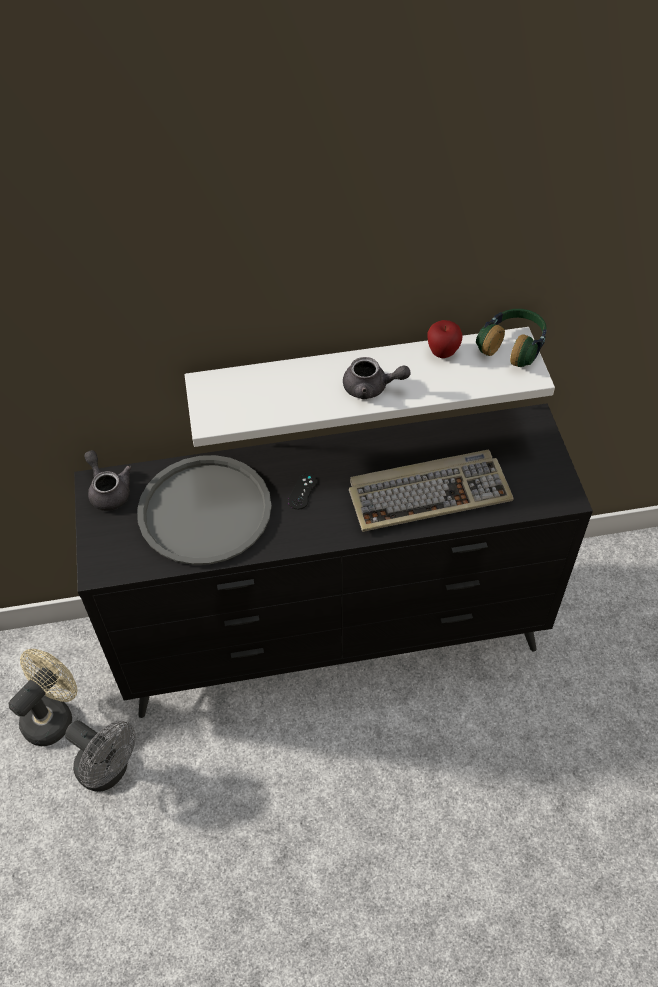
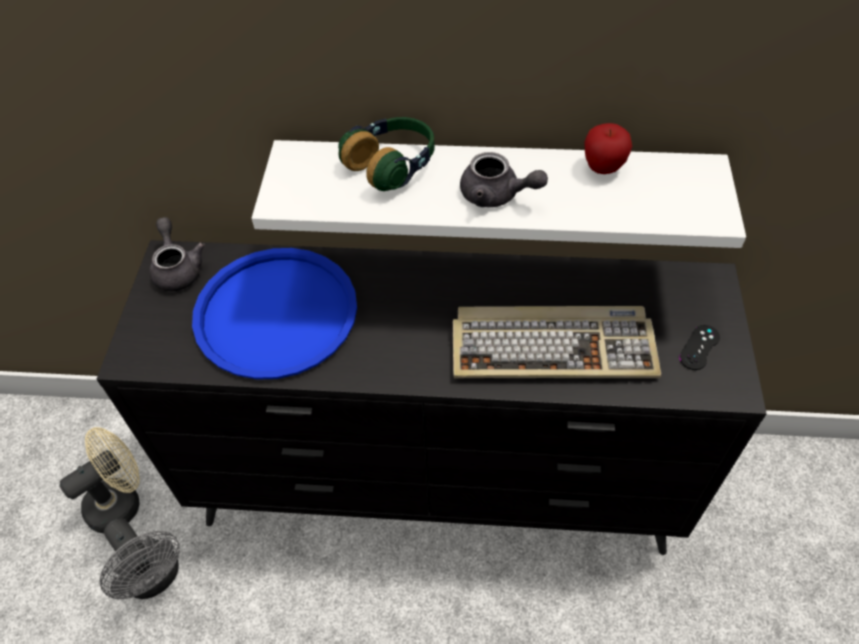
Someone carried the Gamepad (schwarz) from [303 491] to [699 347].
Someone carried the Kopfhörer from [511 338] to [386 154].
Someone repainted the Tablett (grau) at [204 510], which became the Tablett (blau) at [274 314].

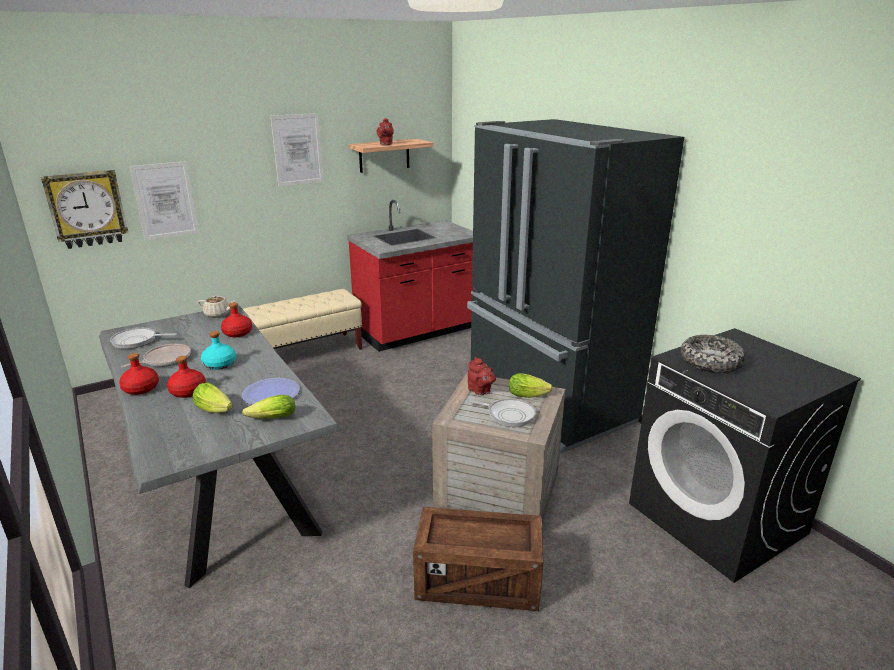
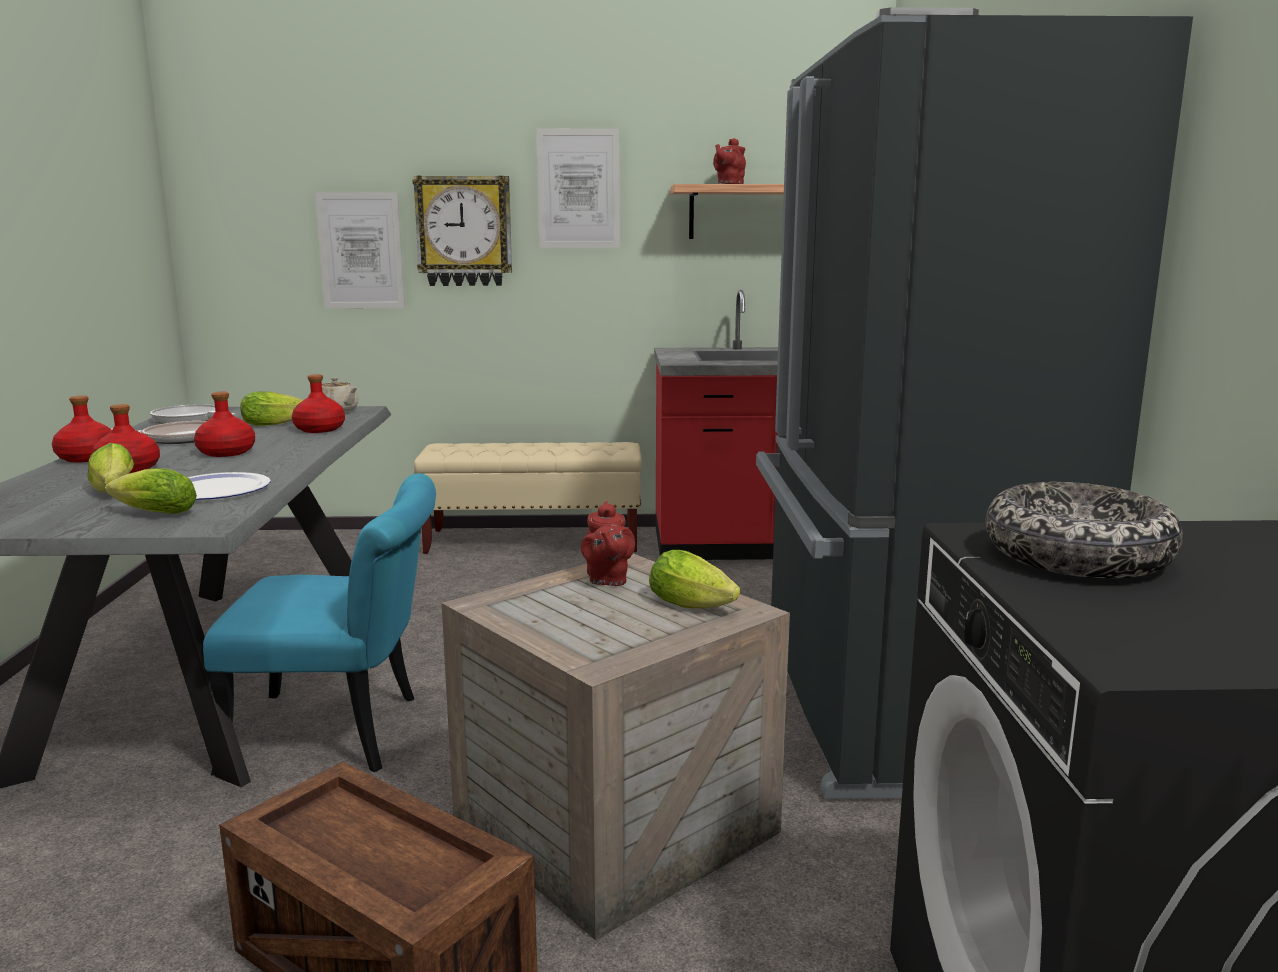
Someone took away the Pfanne at [501 412].
Someone put down the Stuhl (türkis) at [319 624].
Someone put down the Salatkopf at [271 408].
Someone carried the Wanduhr from [84 209] to [462 231].
Someone repainted the Flasche (türkis) at [218 350], which became the Flasche (rot) at [224 424].

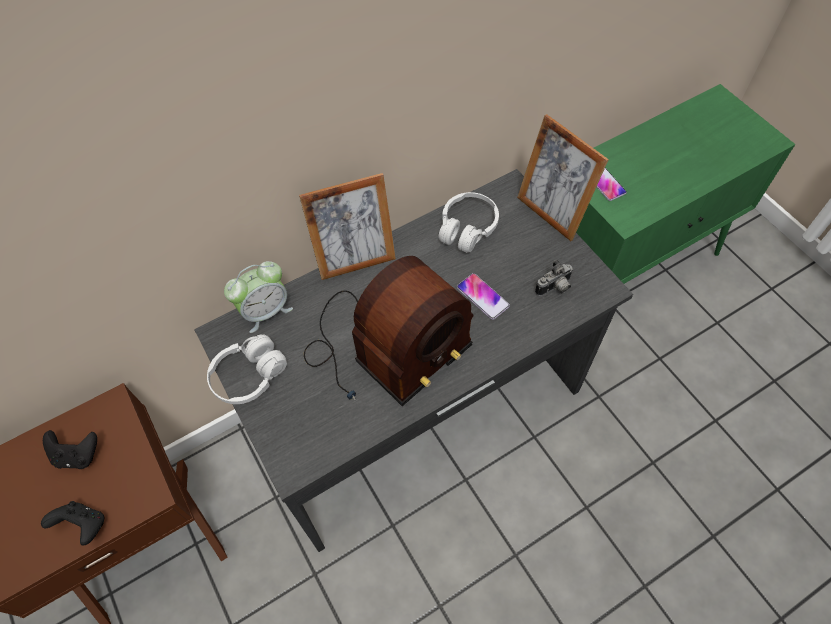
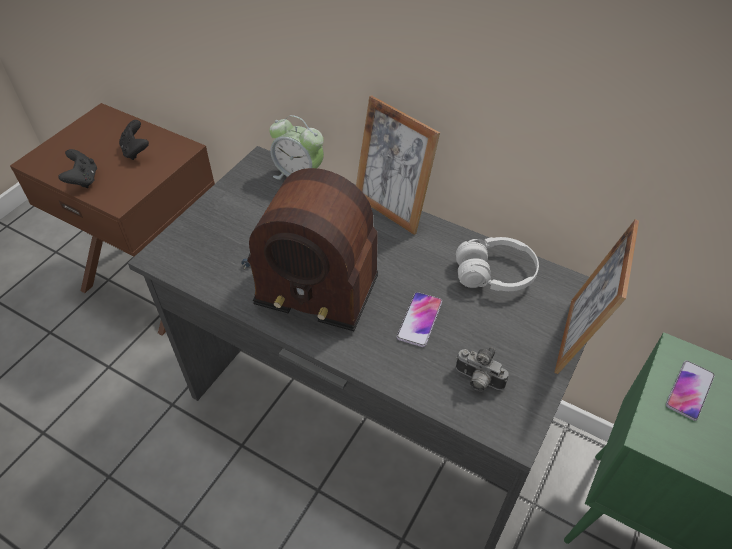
Someone took away the Kopfhörer (weiß) at [247 369].

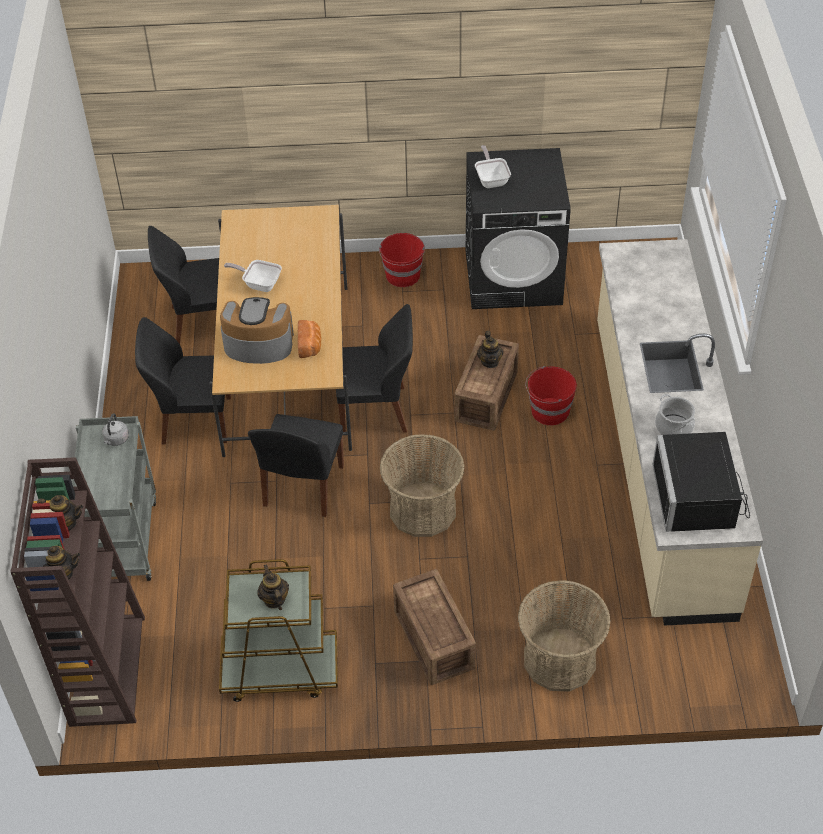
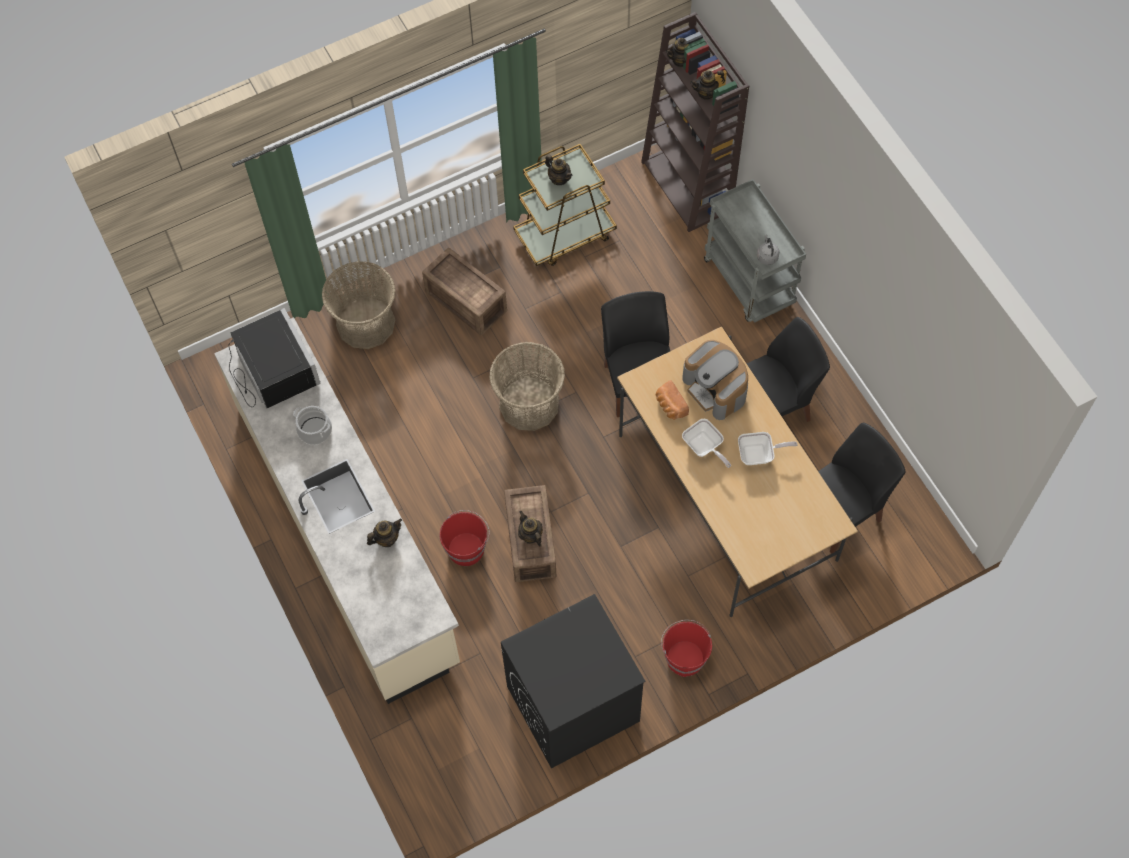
Someone took away the Stuhl (schwarz) at [374 368].
Someone put down the Teekanne at [384 532].
Someone carried the Pfanne from [493 166] to [706 443].
Someone rotated the Kaffeemaschine at [257 330] by 75 degrees clockwise.

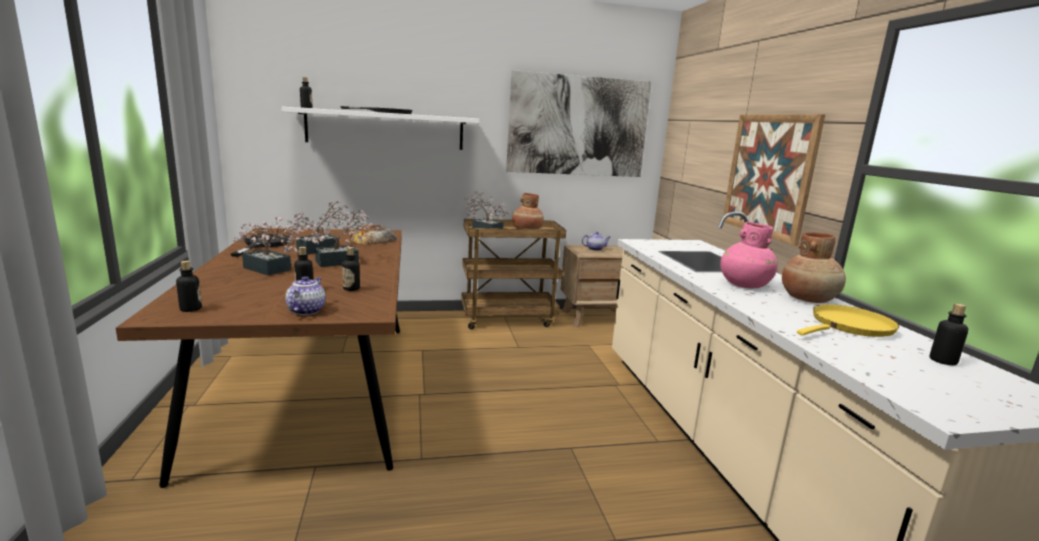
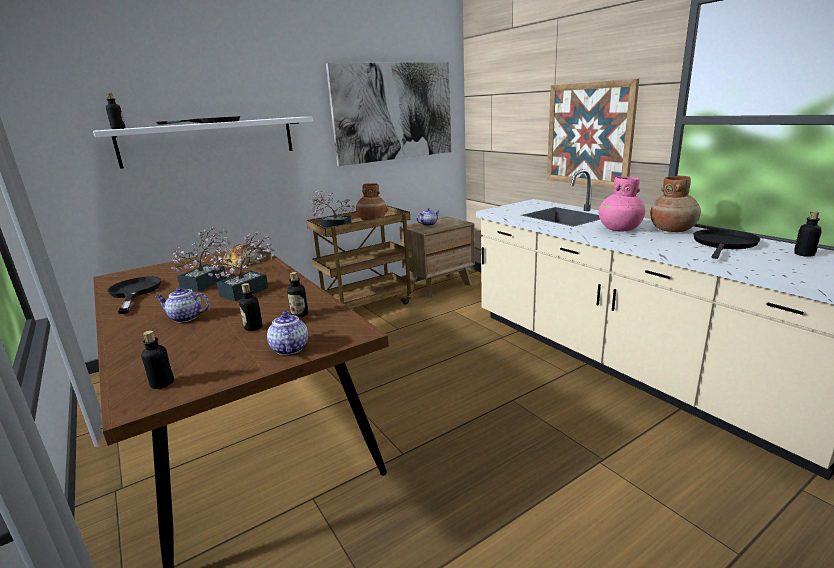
Someone swapped the Topfpflanze at [267 245] for the Teekanne at [182 304].
Someone repainted the Pfanne (gelb) at [848 320], which became the Pfanne (schwarz) at [726 244].

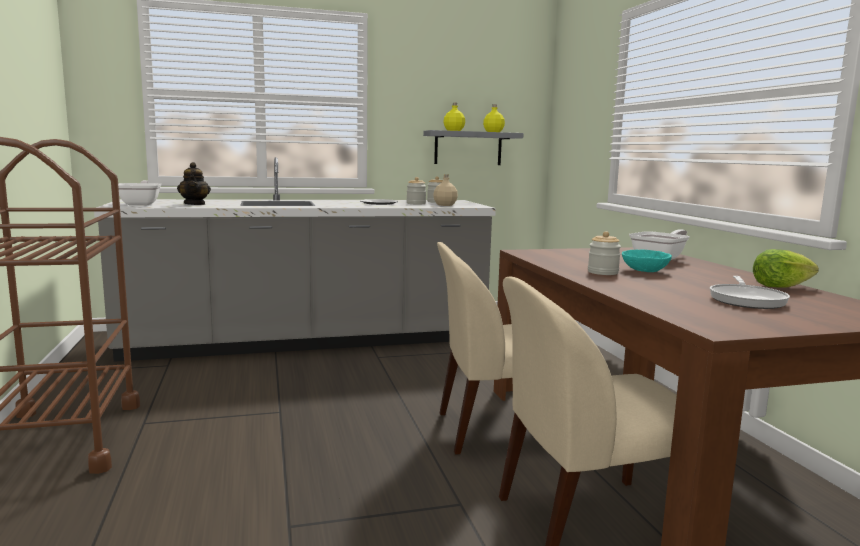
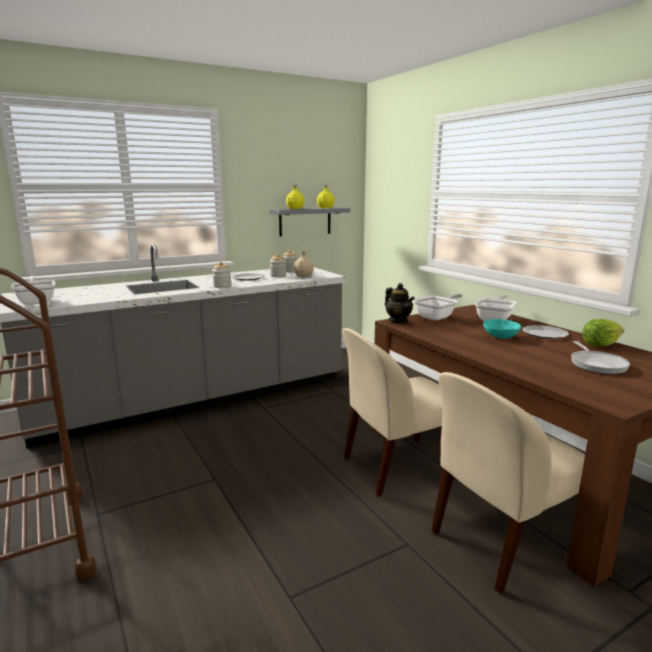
Someone put down the Pfanne at [437 306].
Someone put down the Teller at [545 332].
Someone carried the Teekanne from [194 183] to [400 303].
Someone carried the Vorratsglas from [604 253] to [221 275].

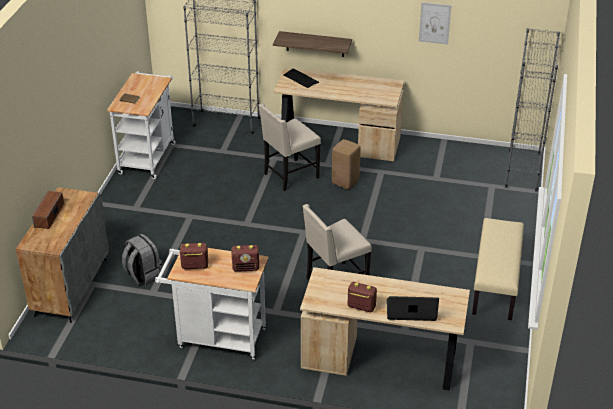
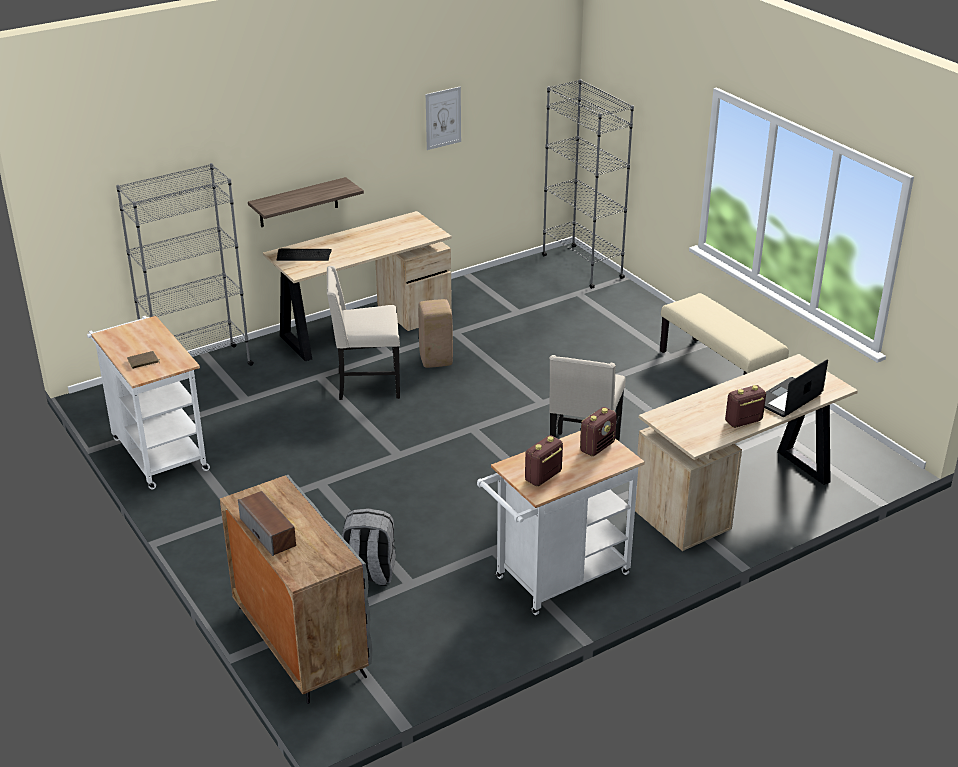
Someone rotated the Stuhl (beige) at [290 147] by 75 degrees clockwise.

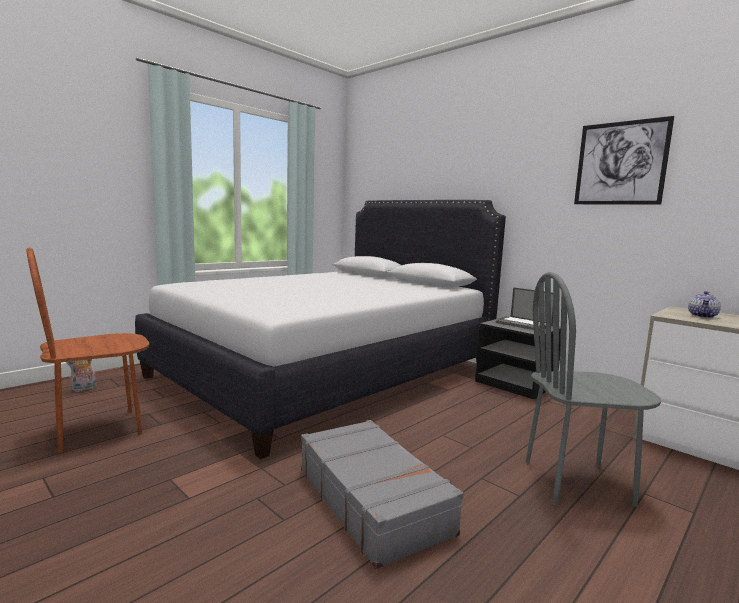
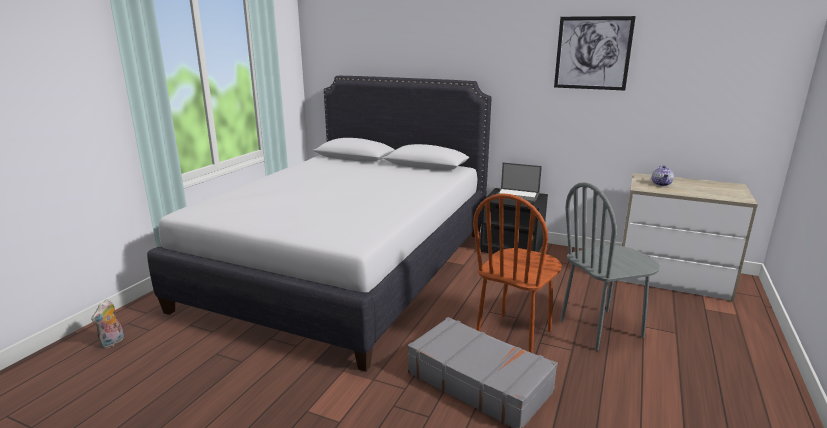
Someone carried the Stuhl (braun) from [87 350] to [517 273].

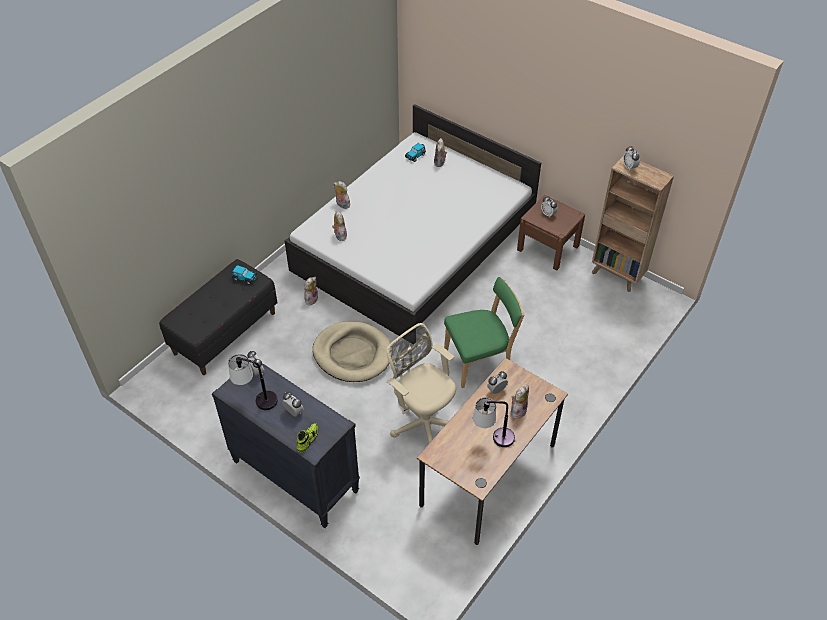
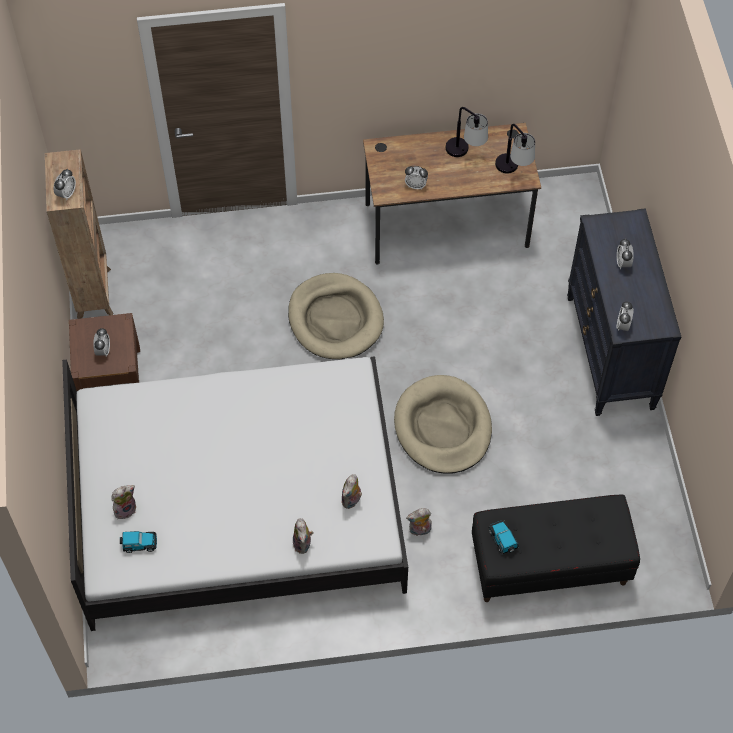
Someone took away the Schuh at [308 438].
Someone took away the Bürostuhl (beige) at [421 383].
Someone took away the Plüschtier at [520 402].
Someone carried the Tischlampe from [253 382] to [515 148].
Someone swapped the Stuhl (grün) at [484 332] for the Hundebett (beige) at [336 316].

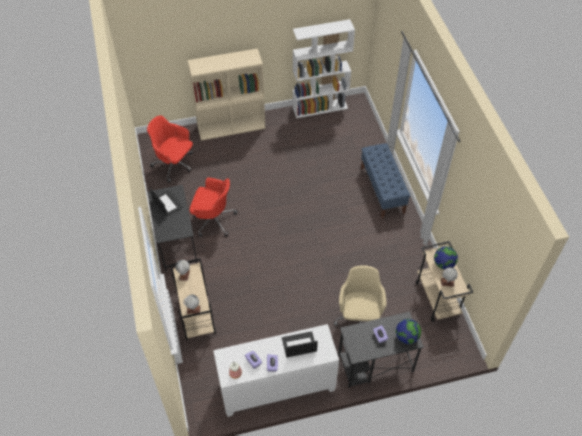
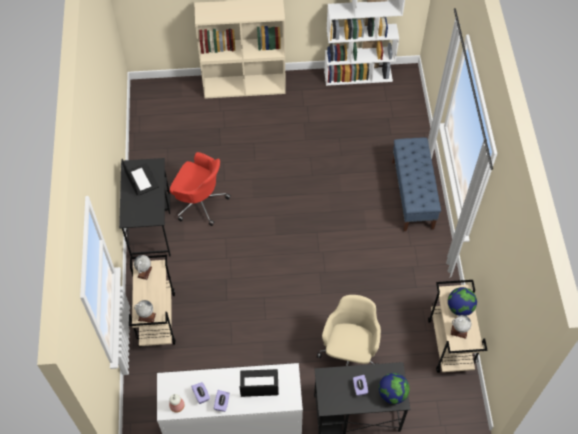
Someone took away the Bürostuhl (rot) at [170 149].

